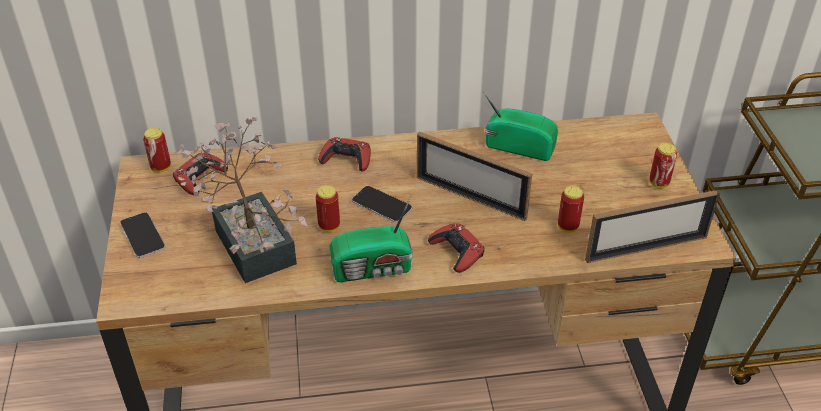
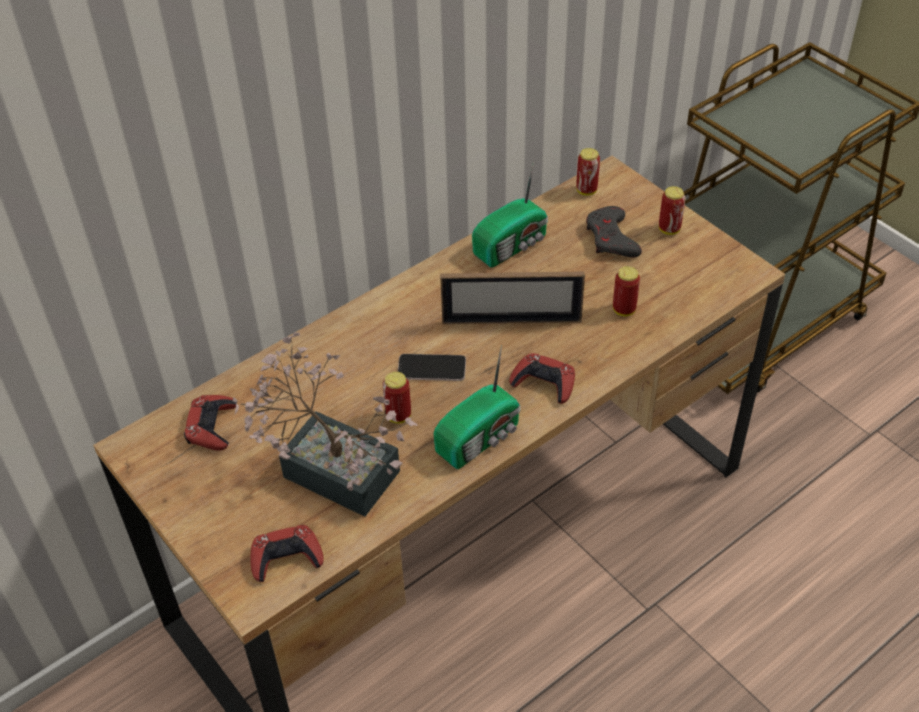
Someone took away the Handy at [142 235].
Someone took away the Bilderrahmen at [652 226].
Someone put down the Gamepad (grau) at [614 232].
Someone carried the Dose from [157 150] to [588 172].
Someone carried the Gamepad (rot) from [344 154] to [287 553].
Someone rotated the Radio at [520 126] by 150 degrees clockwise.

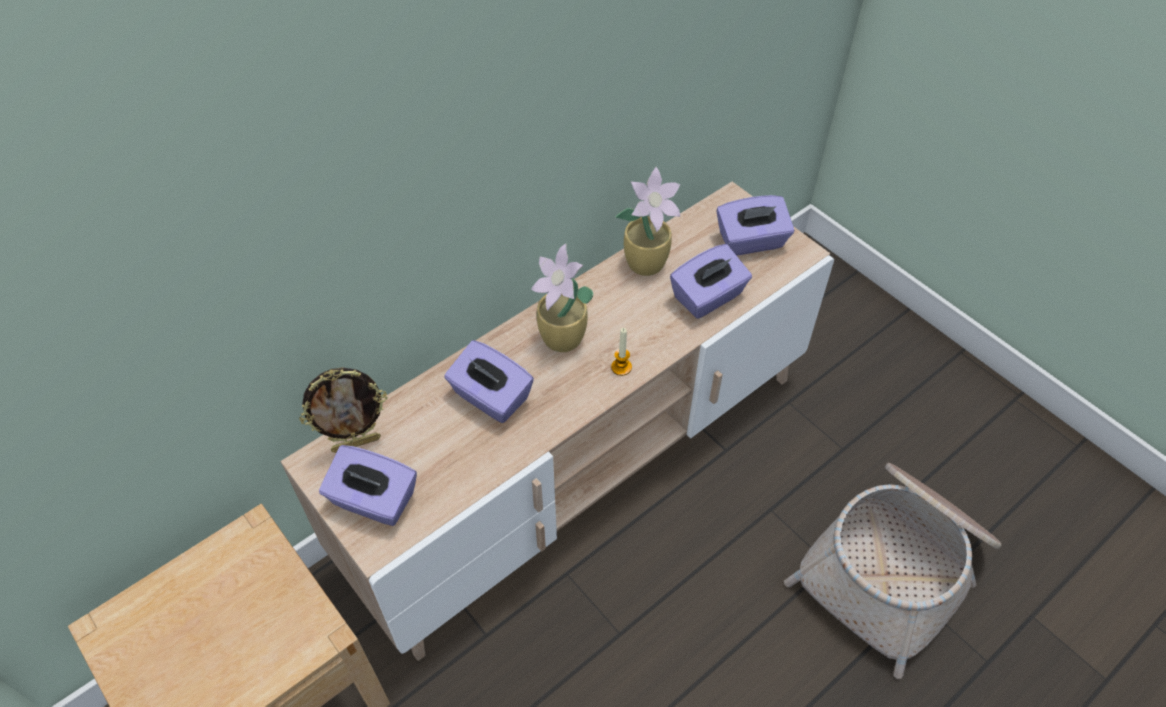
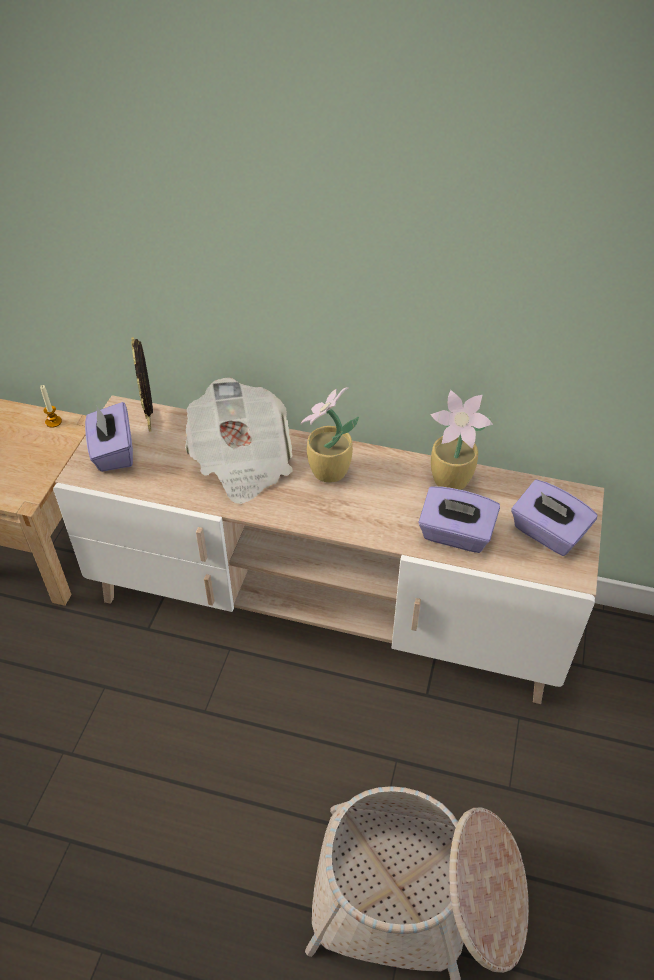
Someone carried the Kerze from [621 352] to [51 406].
Someone swapped the Taschentuchbox (lila) at [489 381] for the Zeitung at [239 441].
Someone rotated the Bilderrahmen at [343 410] by 45 degrees clockwise.

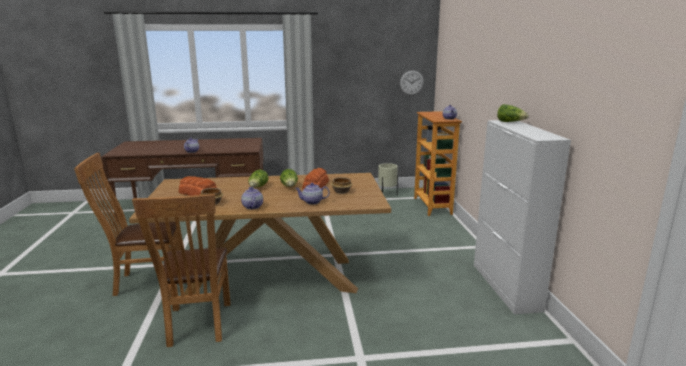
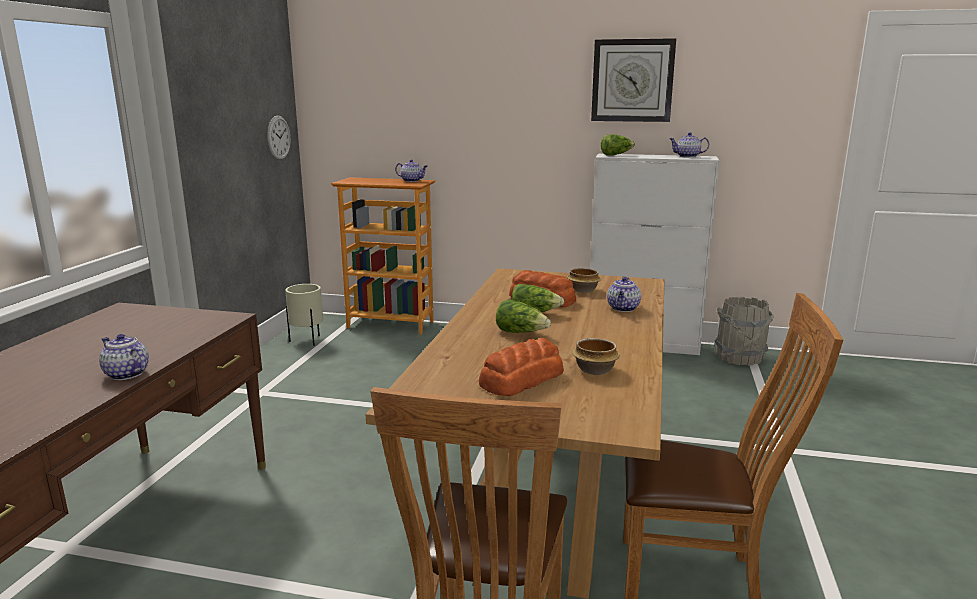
Someone put up the Wanduhr at [633 80].
Someone put down the Eimer (grau) at [743 331].
Someone carried the Teekanne from [252 198] to [689 145].

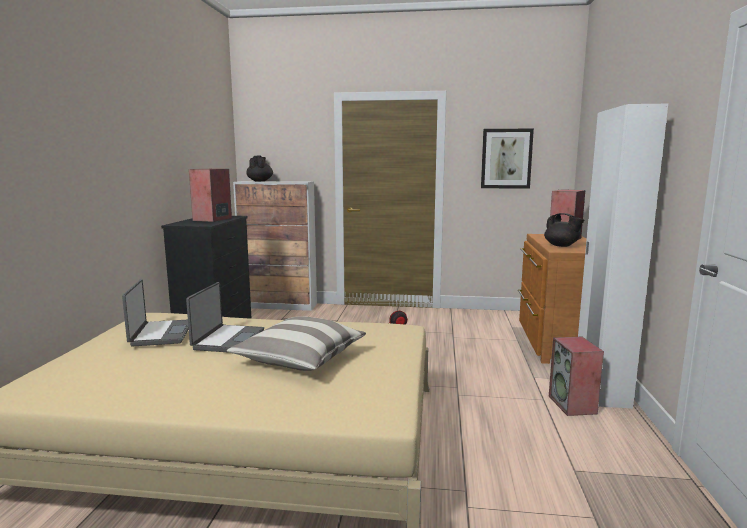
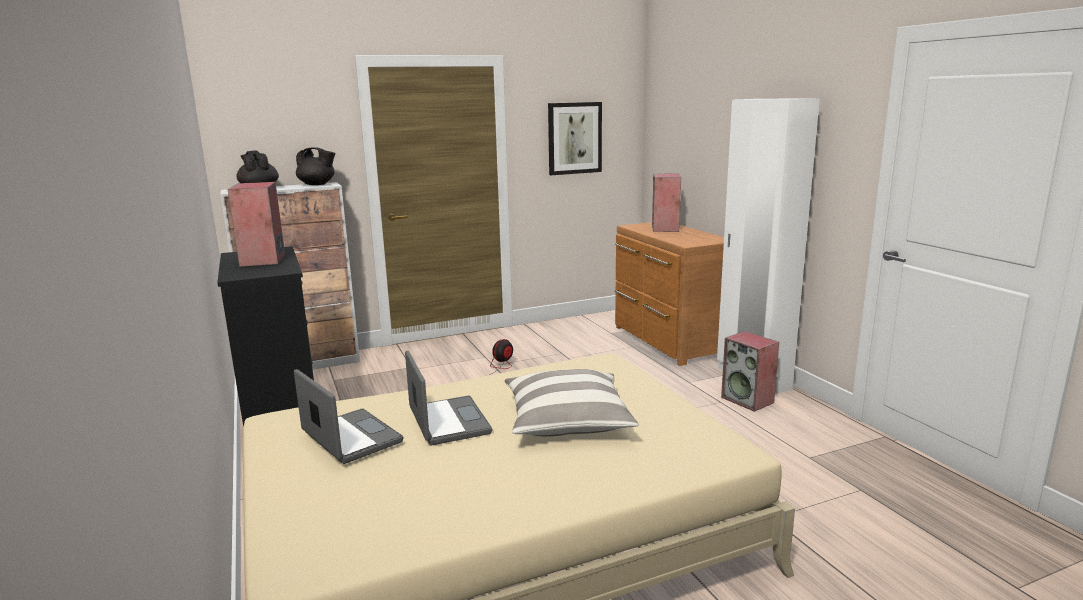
Someone carried the Teekanne (schwarz) from [564 230] to [315 166].

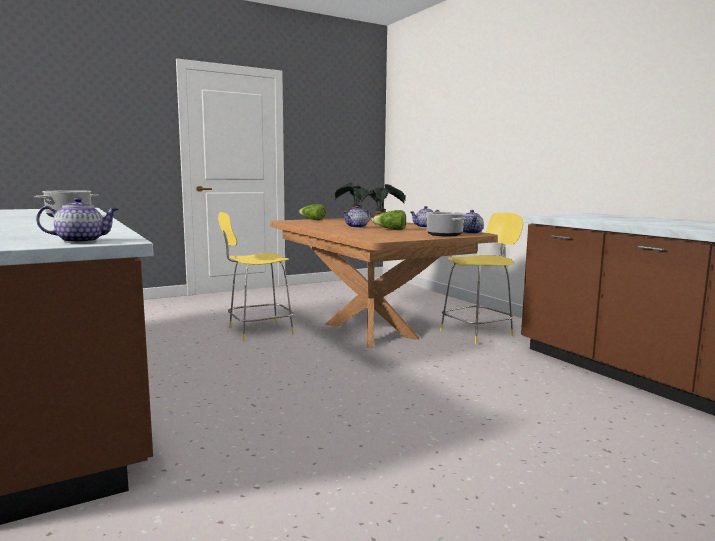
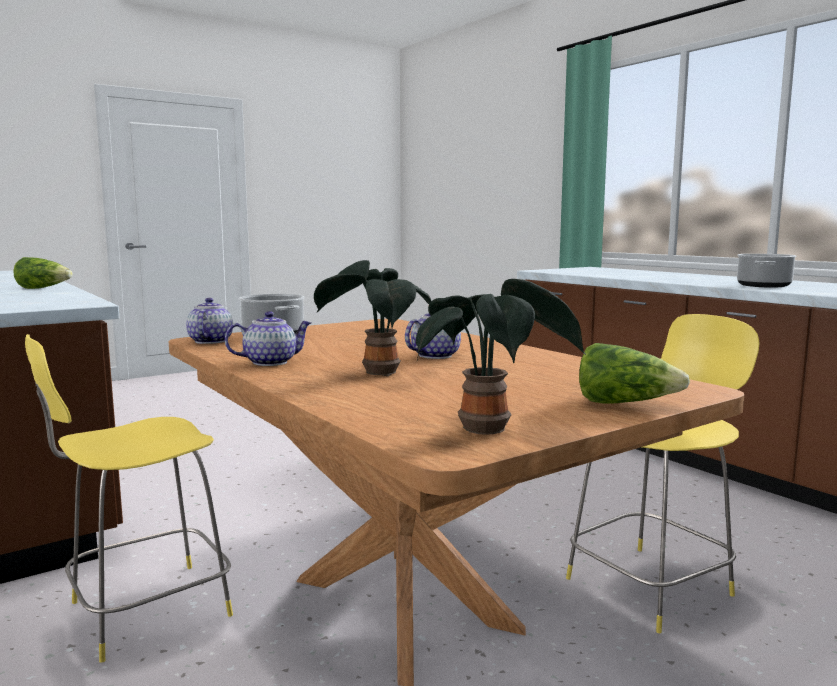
Someone took away the Teekanne at [77 220].
Someone carried the Salatkopf from [389 220] to [43 273].

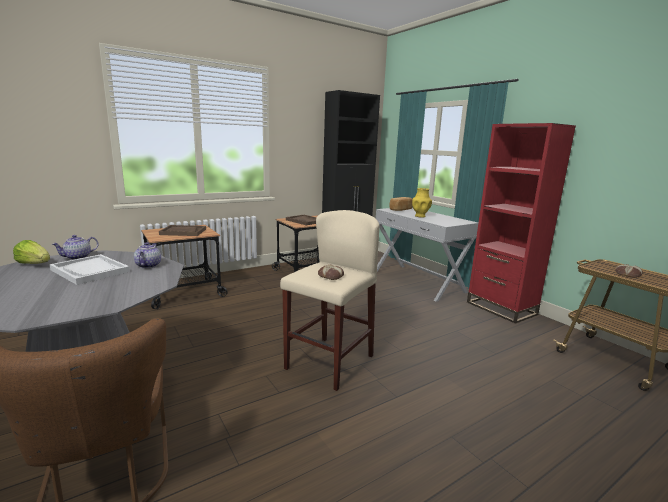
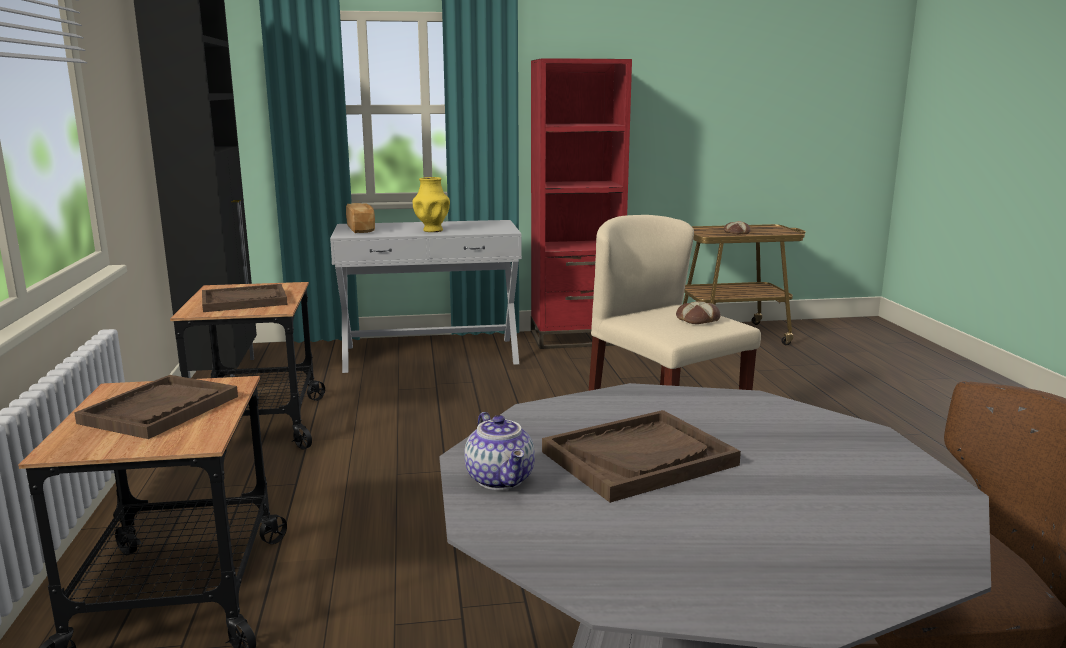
Someone took away the Salatkopf at [31 252].
Someone took away the Teekanne at [147 255].
Someone repainted the Tablett (weiß) at [90 269], which became the Tablett (braun) at [641 456].

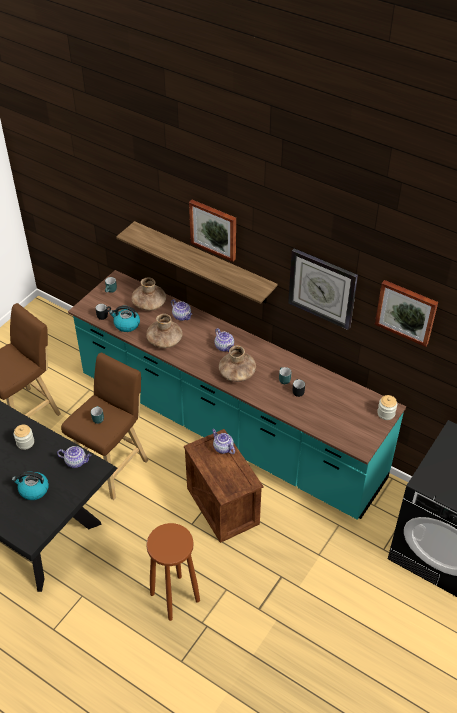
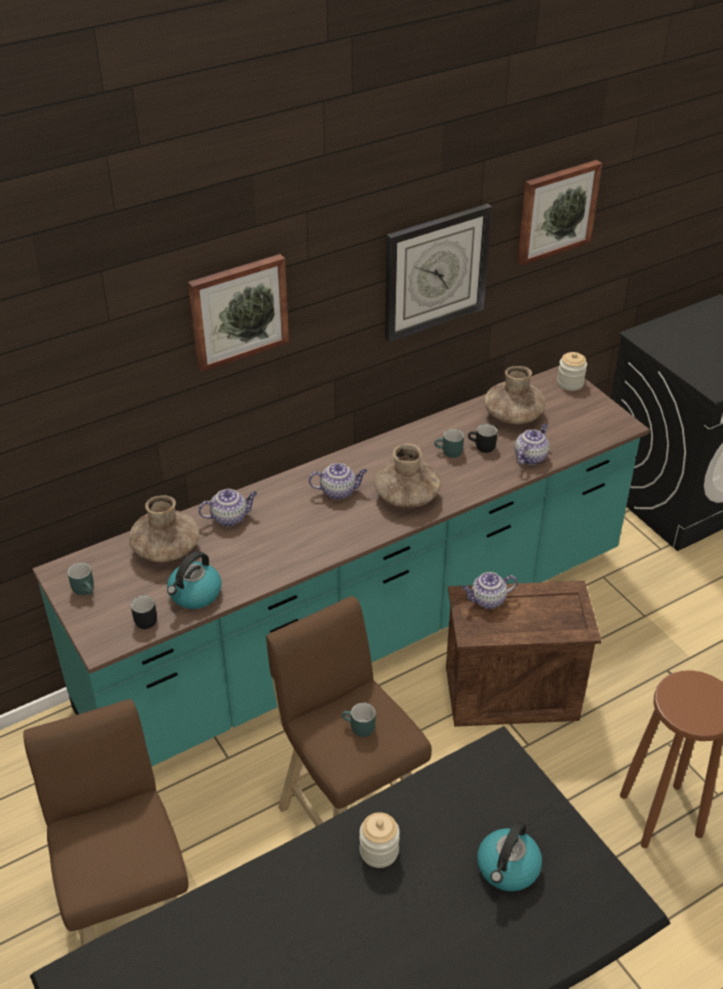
Someone took away the Wandregal at [197 262].
Someone carried the Teekanne from [74 457] to [531 444].
Someone carried the Vase (braun) from [164 331] to [514 395].

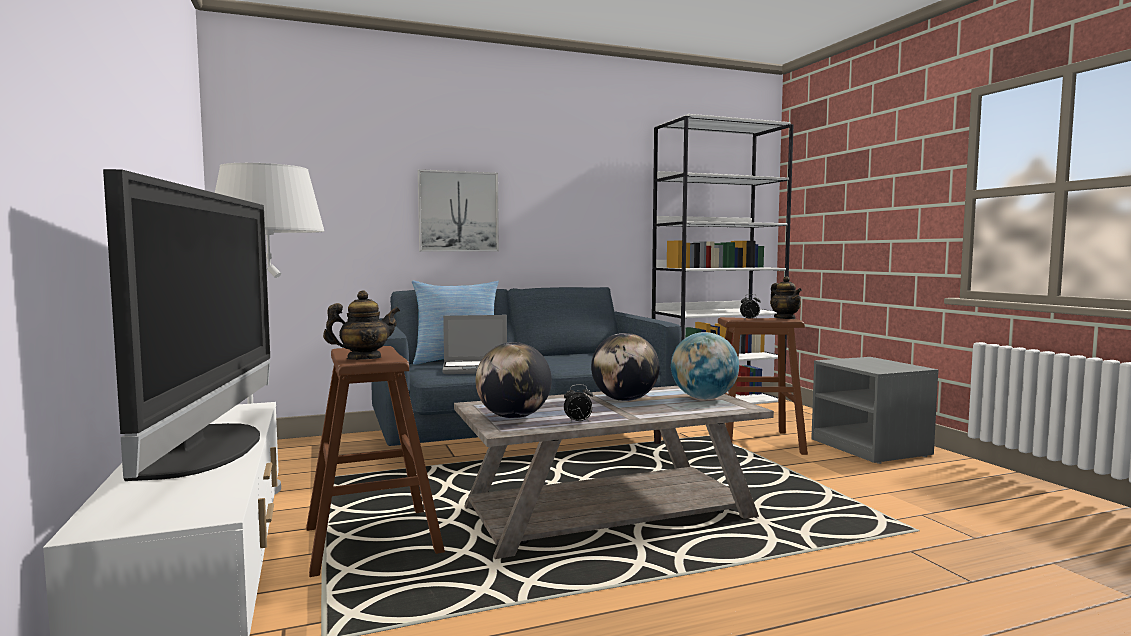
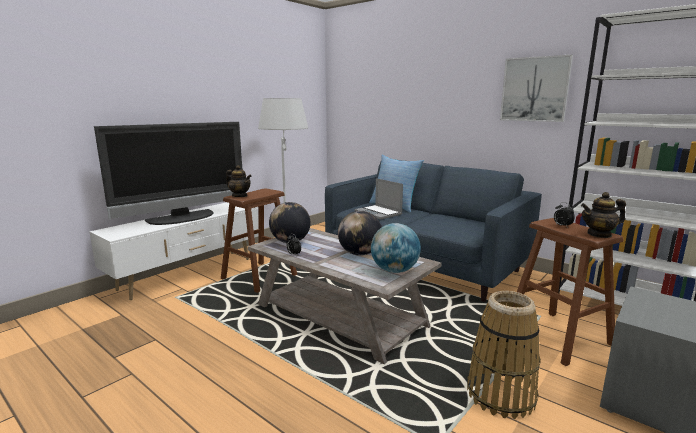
Someone put down the Korb at [504 355].
Someone carried the Bild from [458 210] to [536 88].
Someone rotated the Teekanne at [786 297] by 45 degrees clockwise.

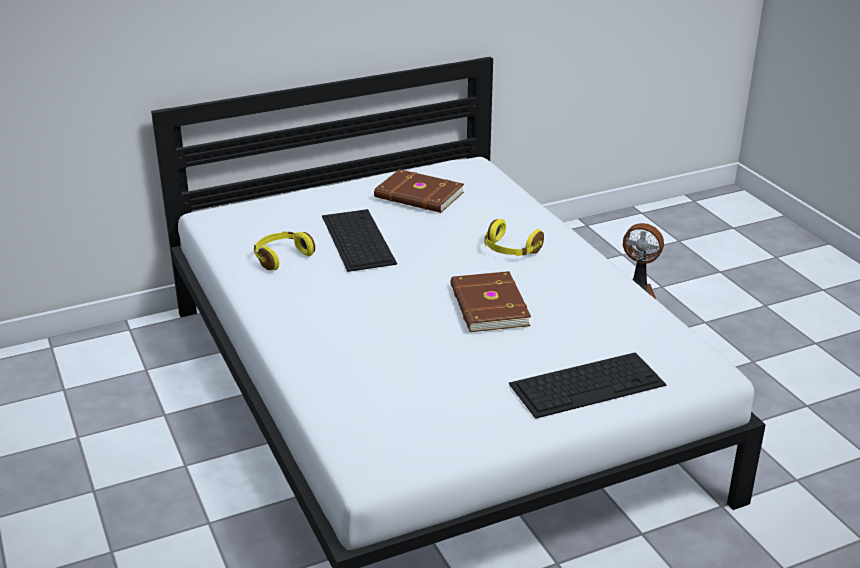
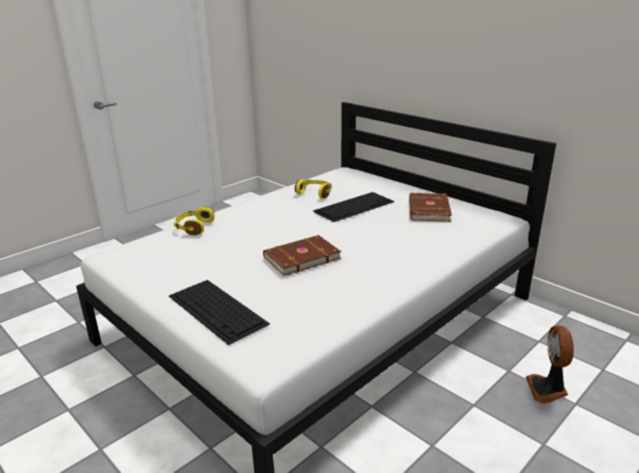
Someone carried the Kopfhörer (gelb) from [514 237] to [194 221].

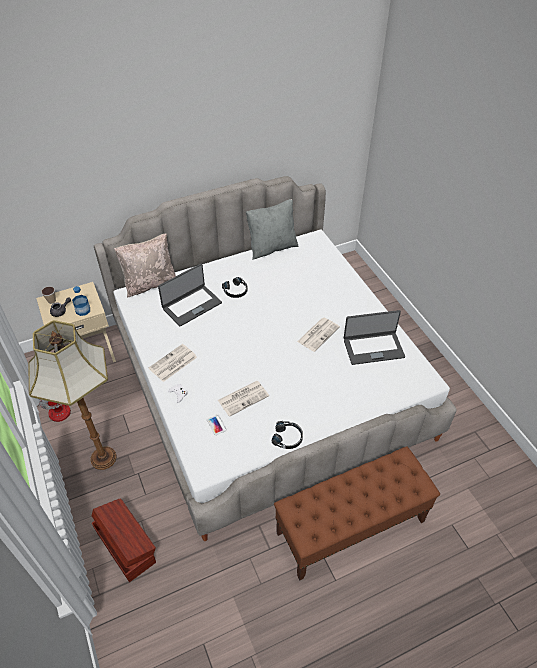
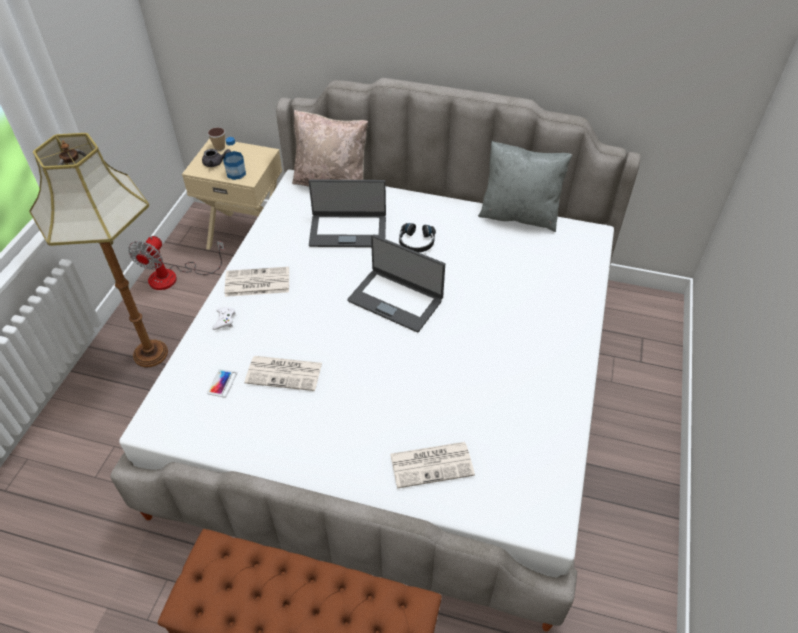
Someone took away the Aufbewahrungsbox (braun) at [123 540].
Someone took away the Kopfhörer (schwarz) at [287 435].
Someone carried the Zeitung from [318 335] to [432 465].
Someone carried the Laptop from [374 337] to [396 283].

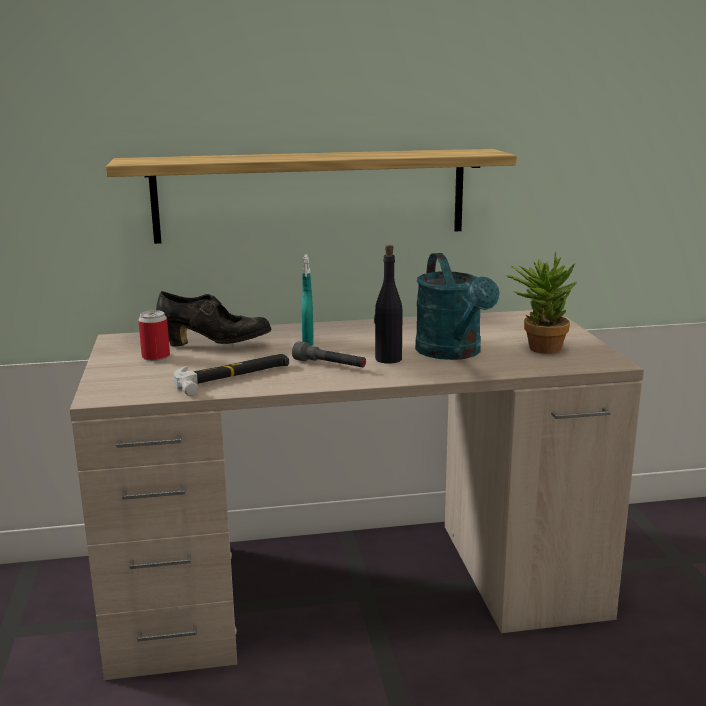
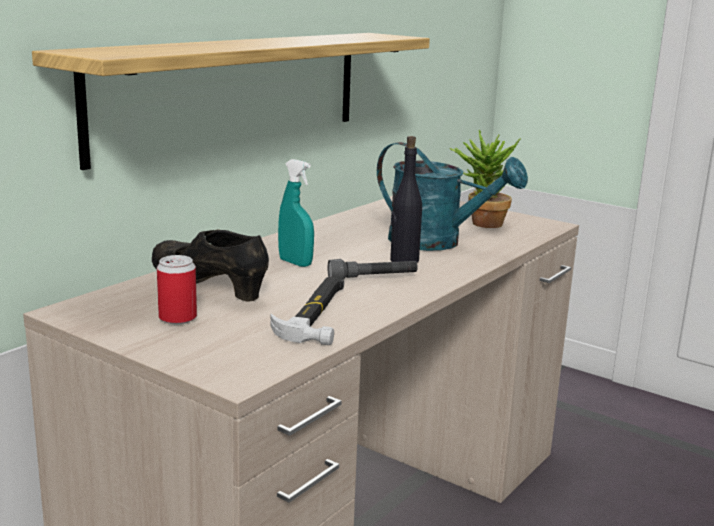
Someone rotated the Schuh (schwarz) at [213 318] by 105 degrees counterclockwise.

